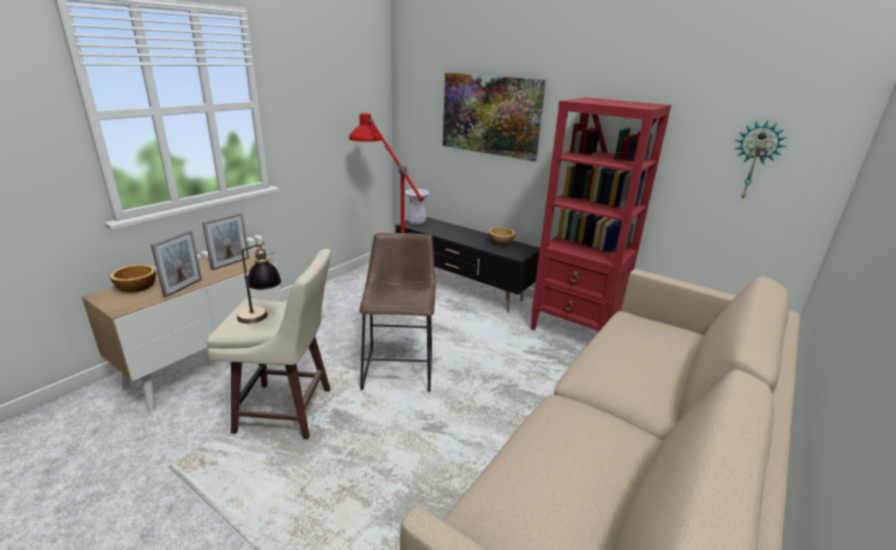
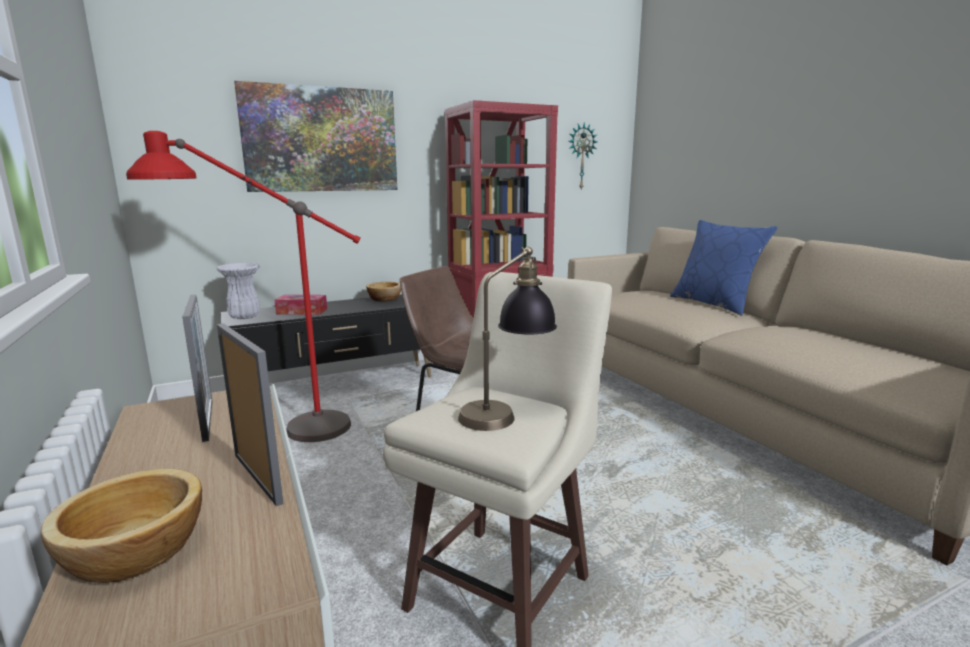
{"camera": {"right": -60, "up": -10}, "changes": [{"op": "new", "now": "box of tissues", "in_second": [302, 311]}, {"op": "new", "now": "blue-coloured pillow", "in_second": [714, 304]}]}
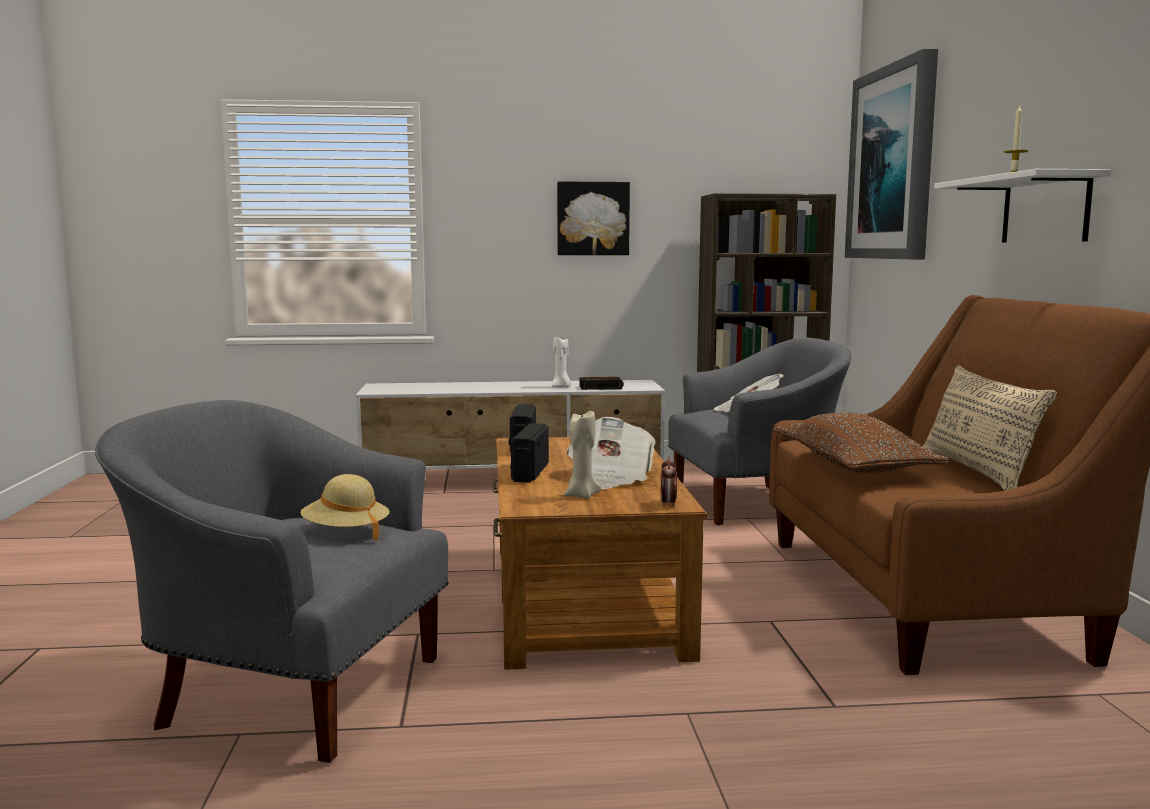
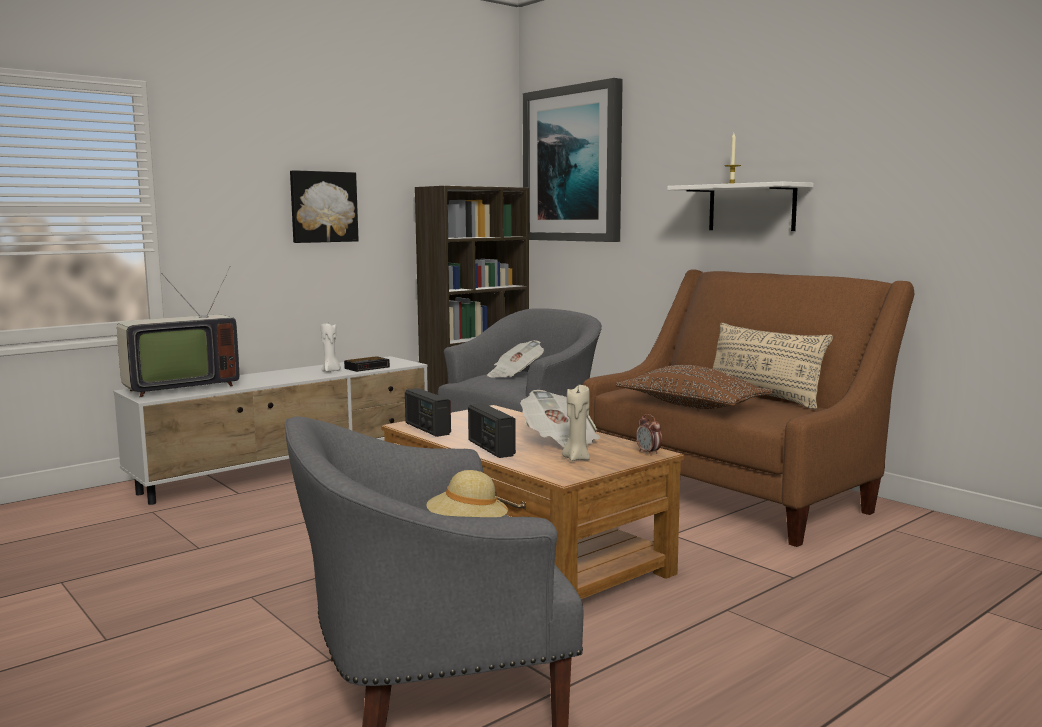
{"camera": {"right": -35, "up": 0}, "changes": [{"op": "new", "now": "television", "in_second": [178, 388]}]}
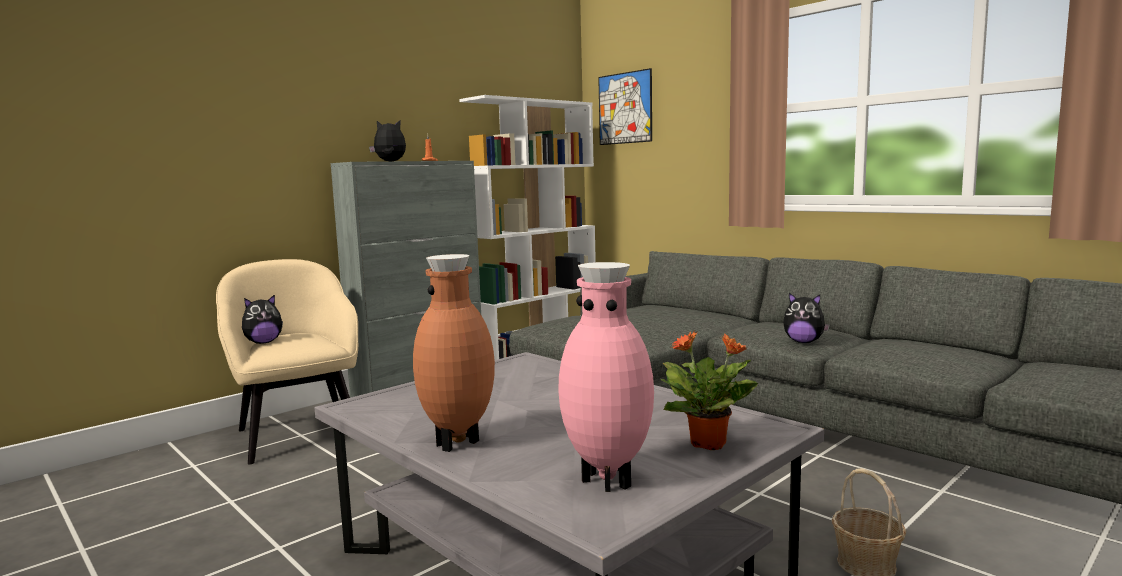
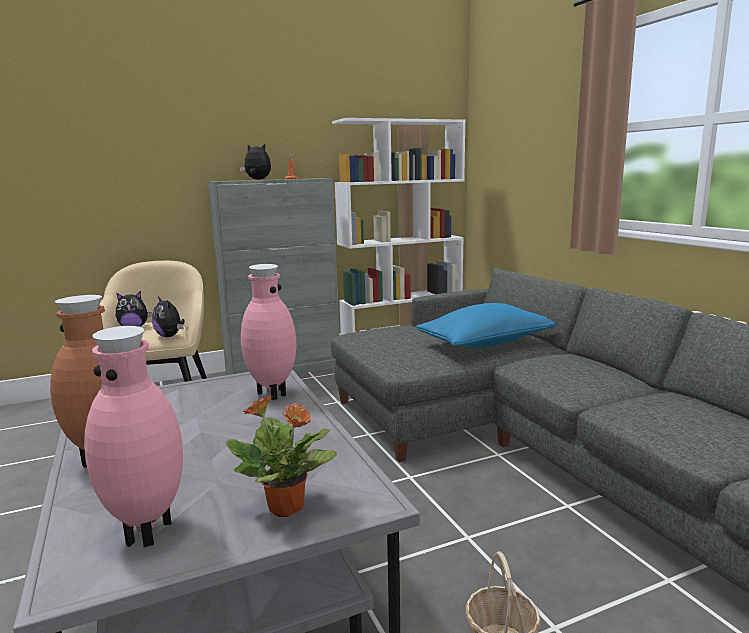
{"camera": {"right": 20, "up": 5}, "changes": [{"op": "shifted", "was": "soft toy", "in_first": [803, 342], "in_second": [170, 336]}, {"op": "new", "now": "pink-coloured vase", "in_second": [271, 394]}, {"op": "new", "now": "blue-coloured pillow", "in_second": [485, 344]}, {"op": "gone", "was": "wall art", "in_first": [625, 108]}]}
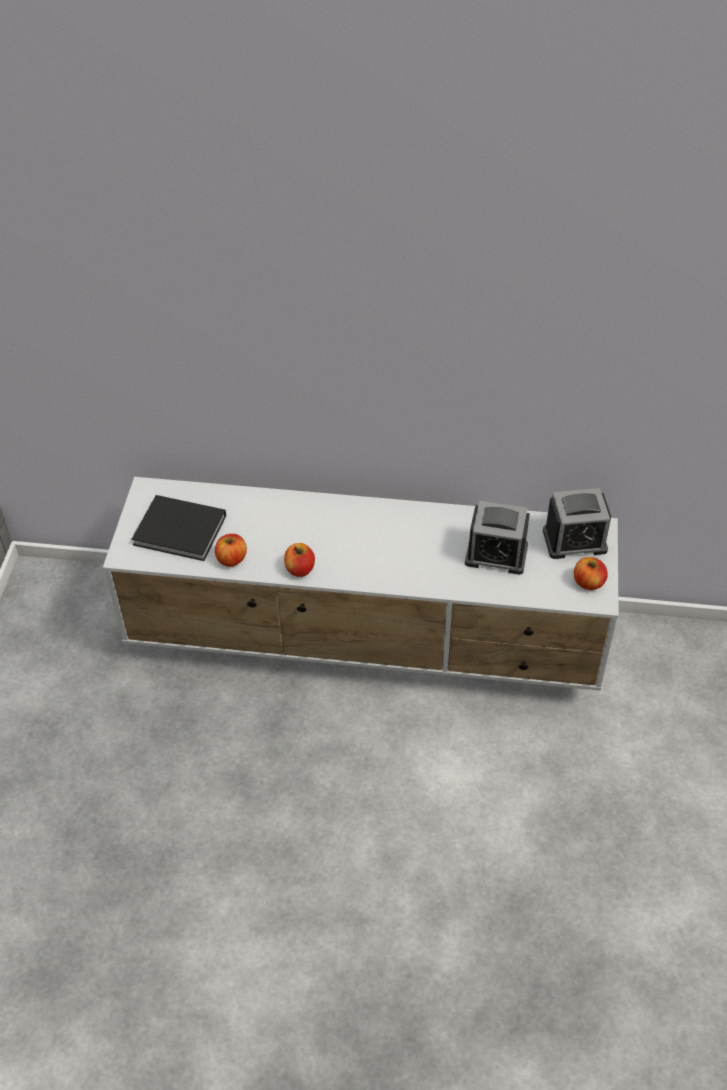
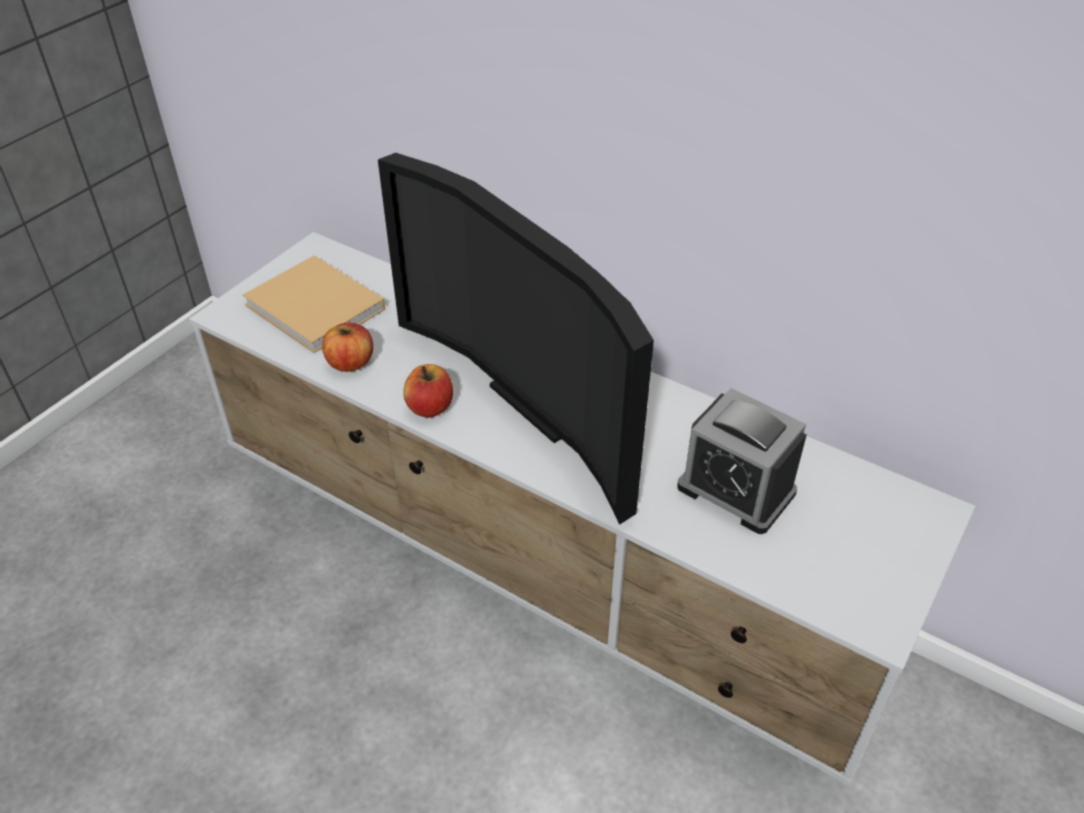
{"camera": {"right": 25, "up": -5}, "changes": [{"op": "repainted", "was": "black-coloured bound book", "now": "sand-coloured bound book", "in_first": [182, 531], "in_second": [317, 309]}, {"op": "new", "now": "television", "in_second": [543, 399]}, {"op": "gone", "was": "alarm clock", "in_first": [574, 540]}, {"op": "gone", "was": "whole apple", "in_first": [588, 582]}]}
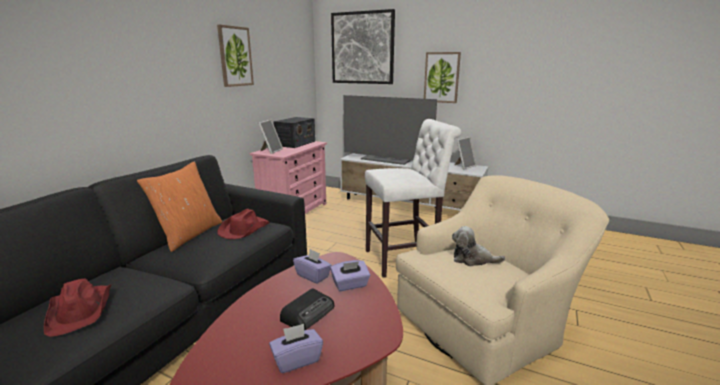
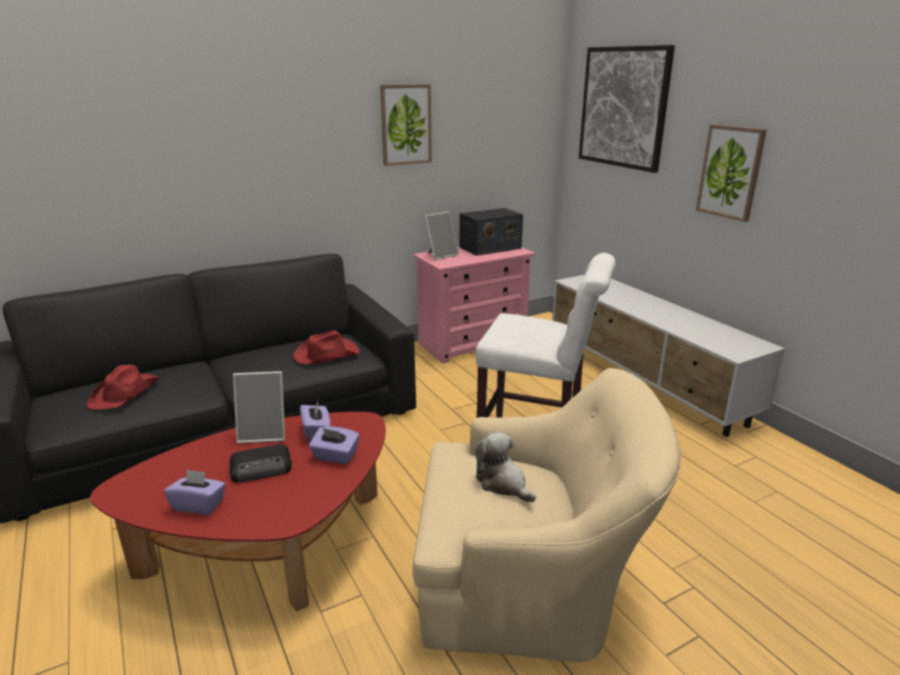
{"camera": {"right": 35, "up": 5}, "changes": [{"op": "shifted", "was": "standing frame", "in_first": [464, 166], "in_second": [264, 433]}, {"op": "gone", "was": "orange pillow", "in_first": [189, 234]}, {"op": "gone", "was": "television", "in_first": [387, 159]}]}
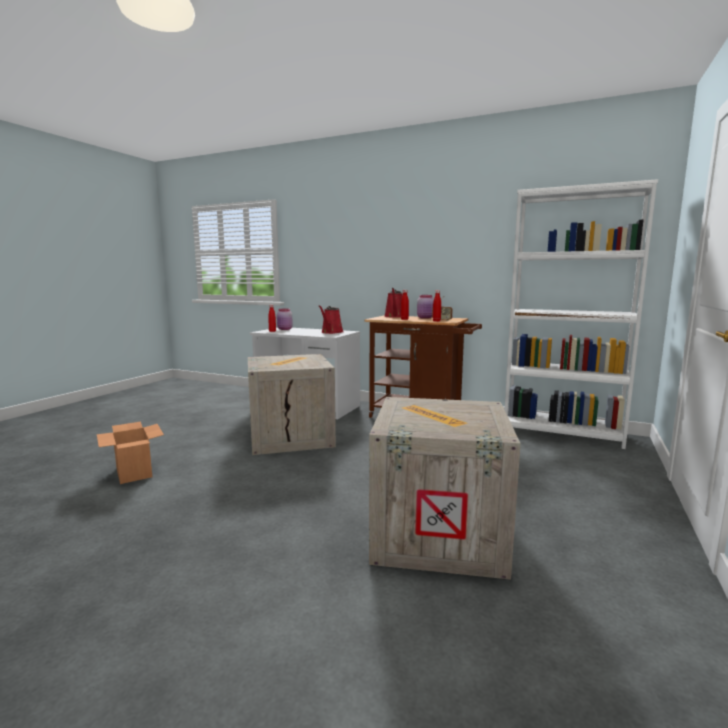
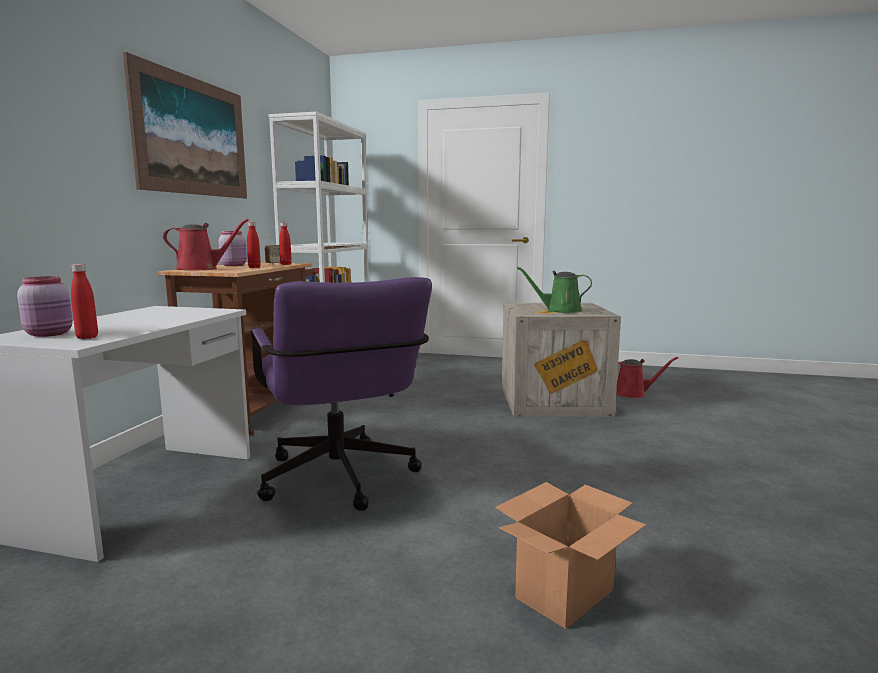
{"camera": {"right": -100, "up": 0}, "changes": [{"op": "new", "now": "wall art", "in_second": [193, 136]}, {"op": "swapped", "was": "packing crate", "now": "purple computer chair", "in_first": [289, 436], "in_second": [341, 482]}, {"op": "new", "now": "green watering pot", "in_second": [560, 310]}, {"op": "shifted", "was": "red watering pot", "in_first": [331, 332], "in_second": [633, 393]}]}
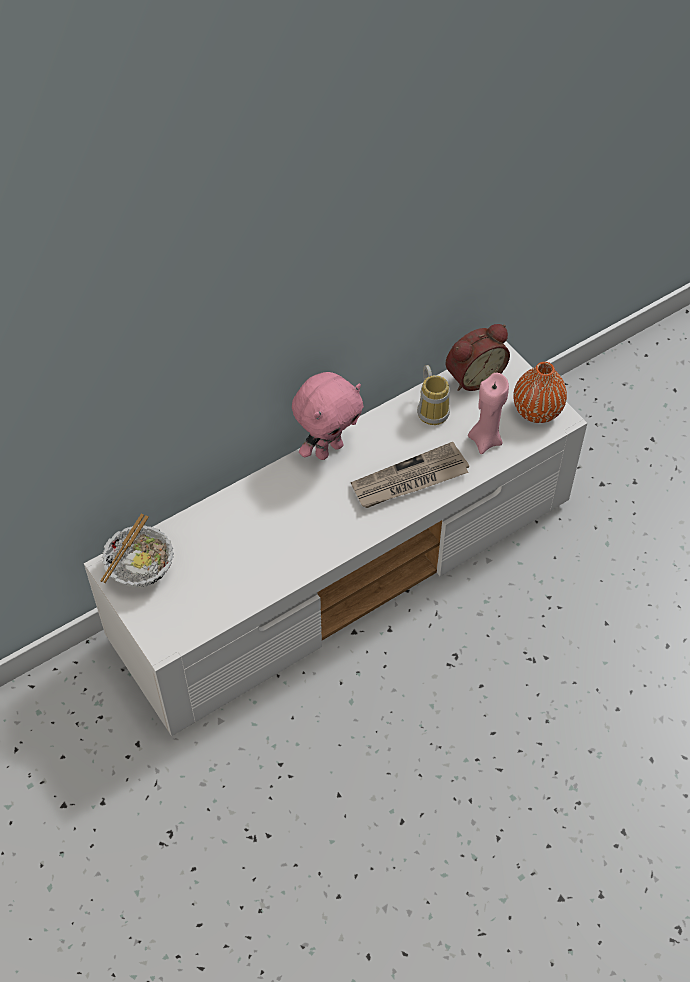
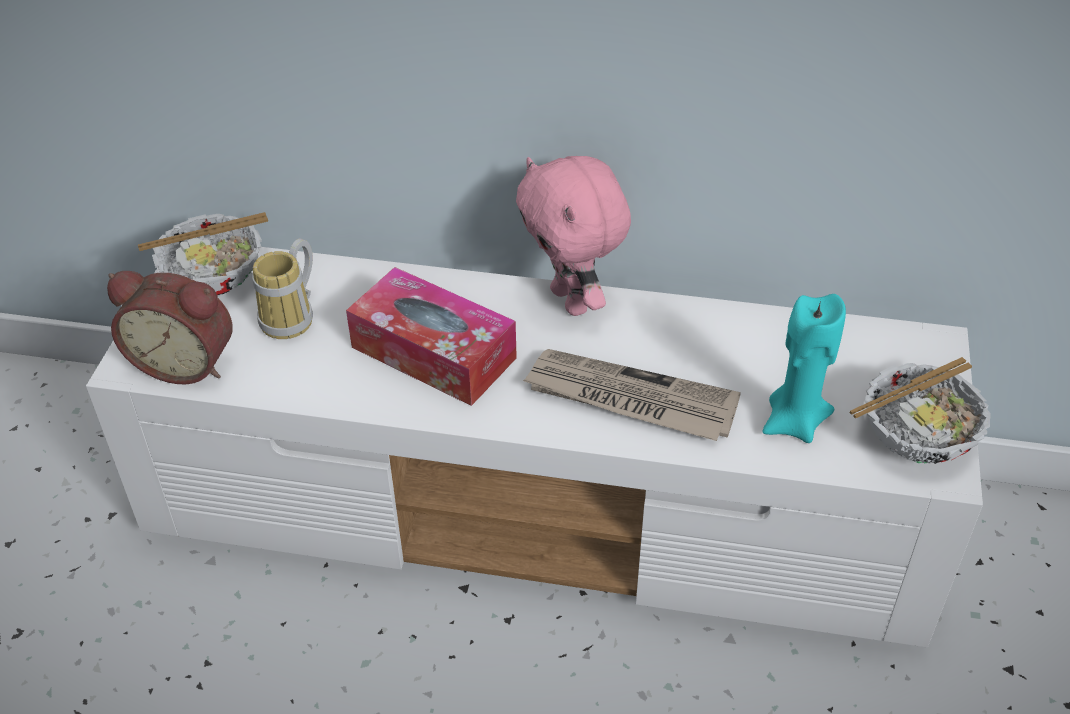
{"camera": {"right": 45, "up": -10}, "changes": [{"op": "shifted", "was": "alarm clock", "in_first": [473, 376], "in_second": [186, 362]}, {"op": "shifted", "was": "mug", "in_first": [433, 409], "in_second": [294, 318]}, {"op": "new", "now": "box of tissues", "in_second": [433, 352]}, {"op": "rotated", "was": "pink-coloured soft toy", "in_first": [328, 449], "in_second": [572, 301], "clockwise": 60}, {"op": "repainted", "was": "pink-coloured wax candle", "now": "blue-green wax candle", "in_first": [485, 439], "in_second": [794, 423]}, {"op": "swapped", "was": "orange vase", "now": "bowl", "in_first": [537, 411], "in_second": [916, 438]}]}
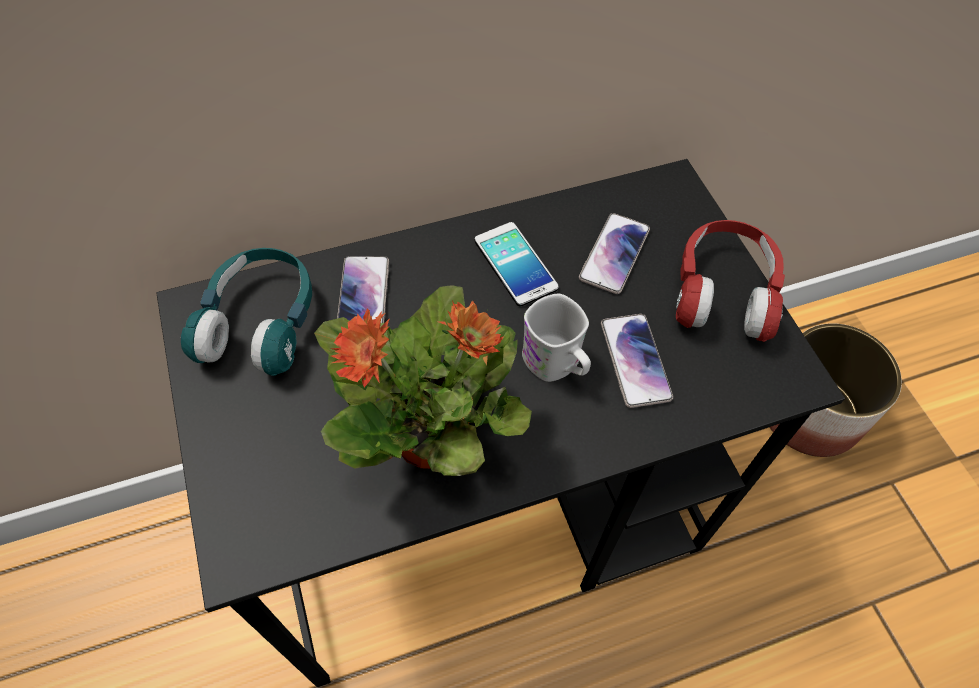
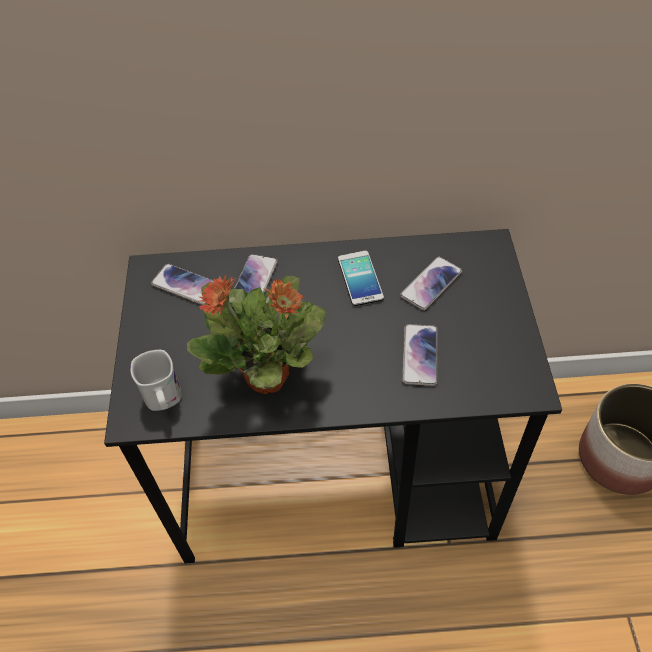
{"camera": {"right": 20, "up": -5}, "changes": [{"op": "shifted", "was": "white mug", "in_first": [556, 365], "in_second": [164, 400]}, {"op": "swapped", "was": "blue-green headset", "now": "telephone", "in_first": [261, 322], "in_second": [186, 285]}, {"op": "gone", "was": "red headset", "in_first": [724, 292]}]}
